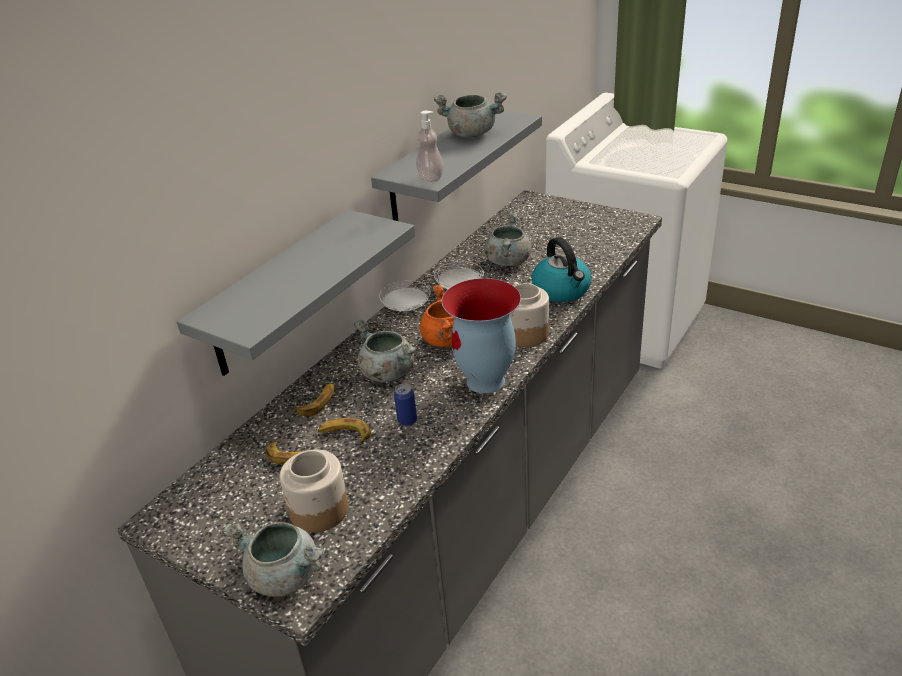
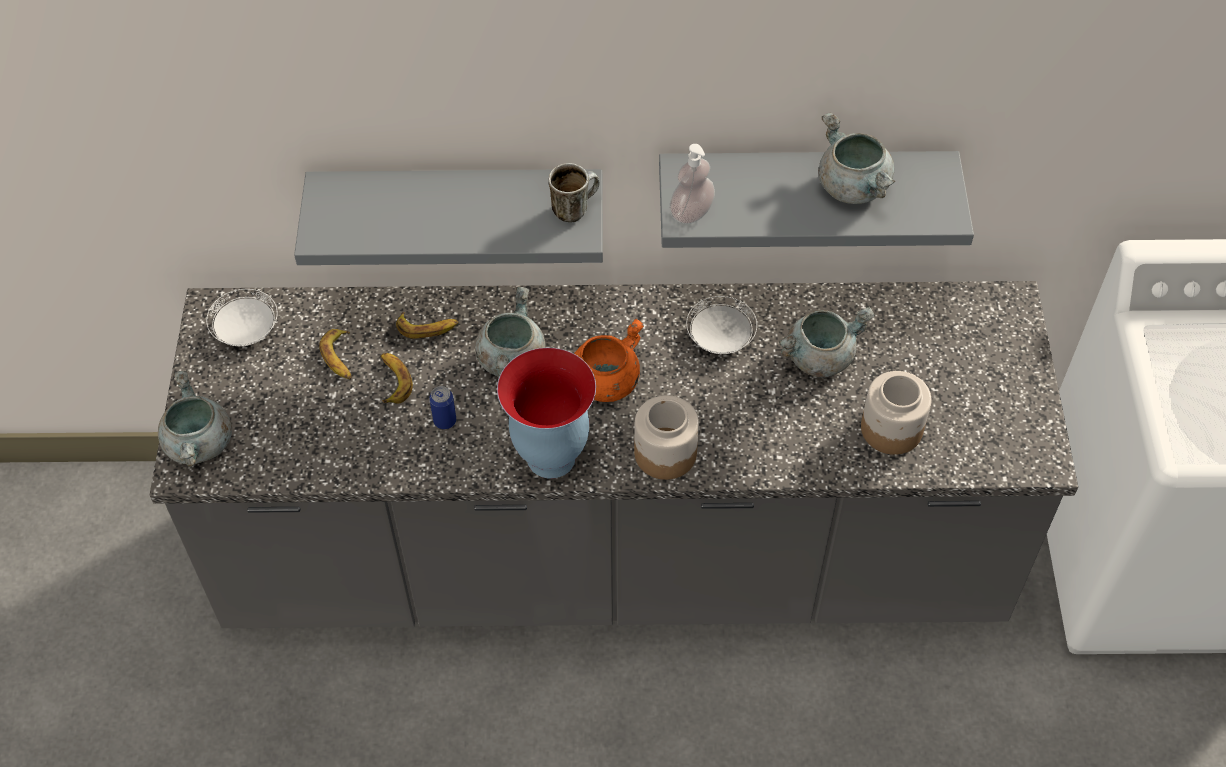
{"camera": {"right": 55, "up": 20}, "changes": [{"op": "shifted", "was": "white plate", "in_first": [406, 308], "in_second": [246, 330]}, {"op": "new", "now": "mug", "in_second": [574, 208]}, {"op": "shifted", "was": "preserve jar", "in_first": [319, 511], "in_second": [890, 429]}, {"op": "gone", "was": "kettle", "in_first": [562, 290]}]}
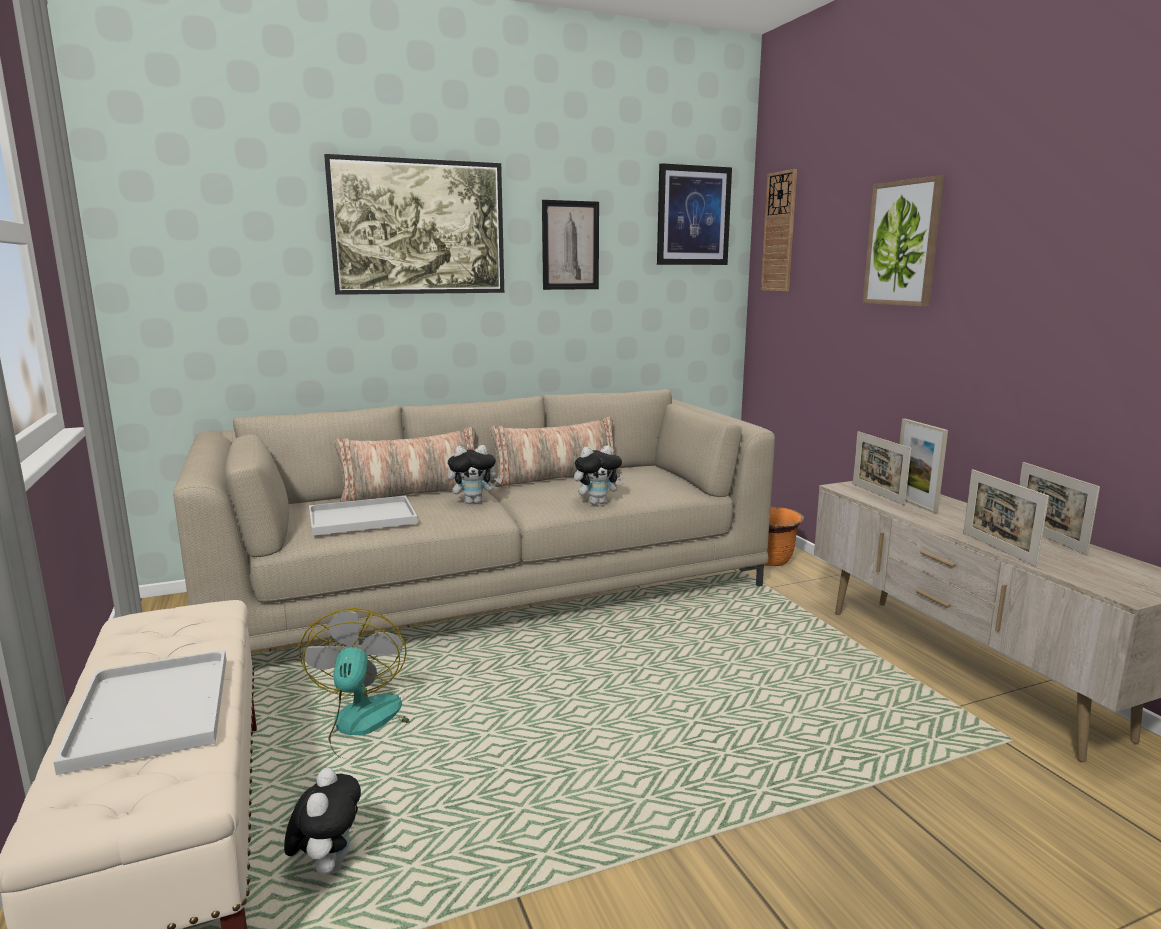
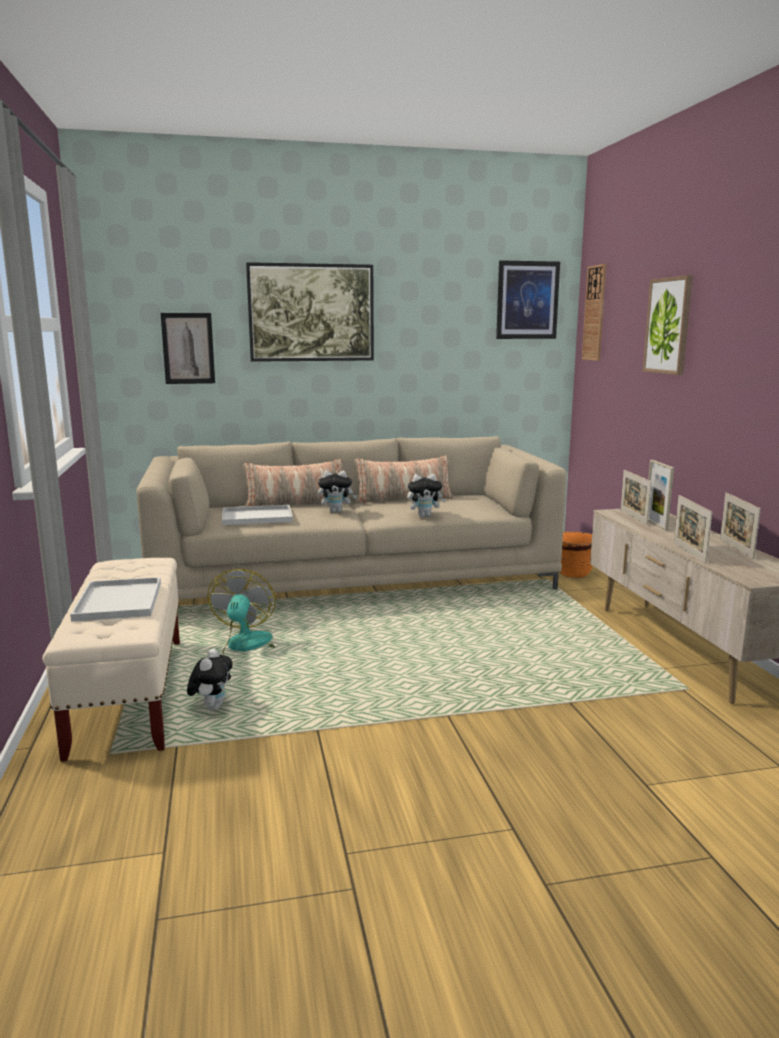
{"camera": {"right": 10, "up": 0}, "changes": [{"op": "shifted", "was": "wall art", "in_first": [570, 245], "in_second": [188, 348]}]}
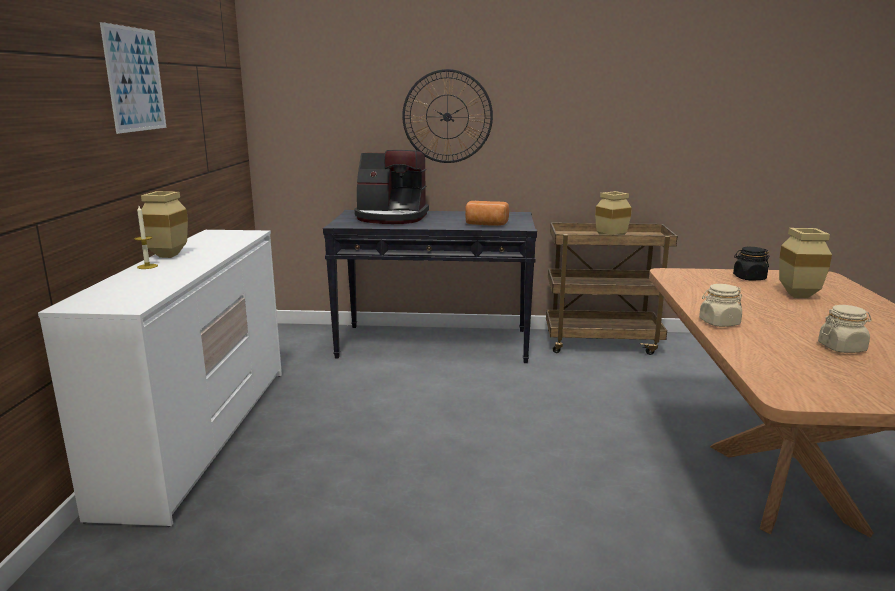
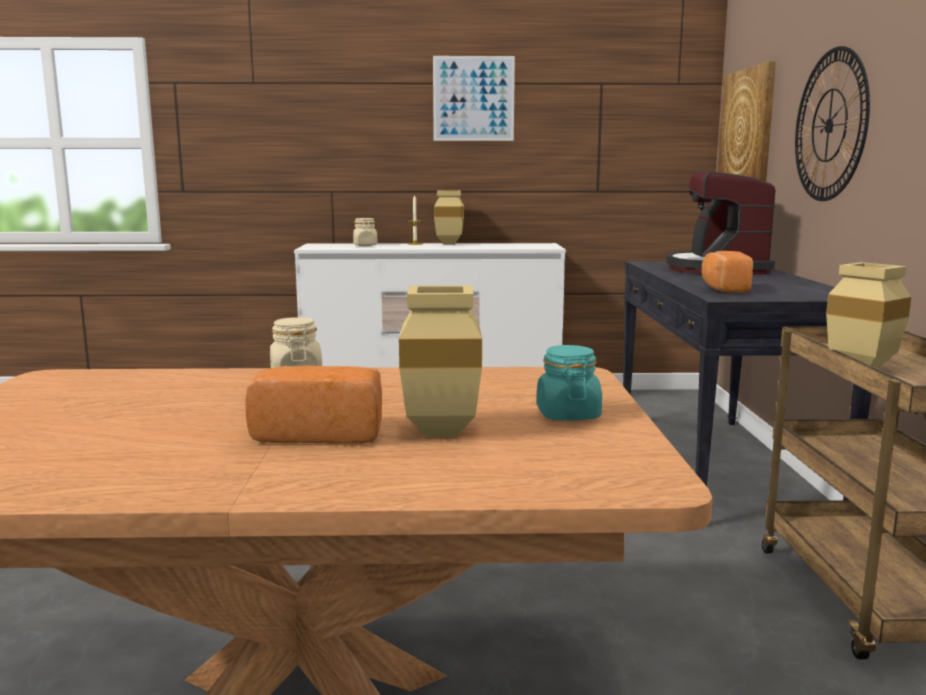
{"camera": {"right": 85, "up": -5}, "changes": [{"op": "new", "now": "bakery bread", "in_second": [320, 433]}, {"op": "shifted", "was": "sand-coloured preserve jar", "in_first": [842, 348], "in_second": [365, 245]}, {"op": "repainted", "was": "black-coloured preserve jar", "now": "blue-green preserve jar", "in_first": [749, 278], "in_second": [567, 415]}, {"op": "new", "now": "wall art", "in_second": [747, 131]}]}
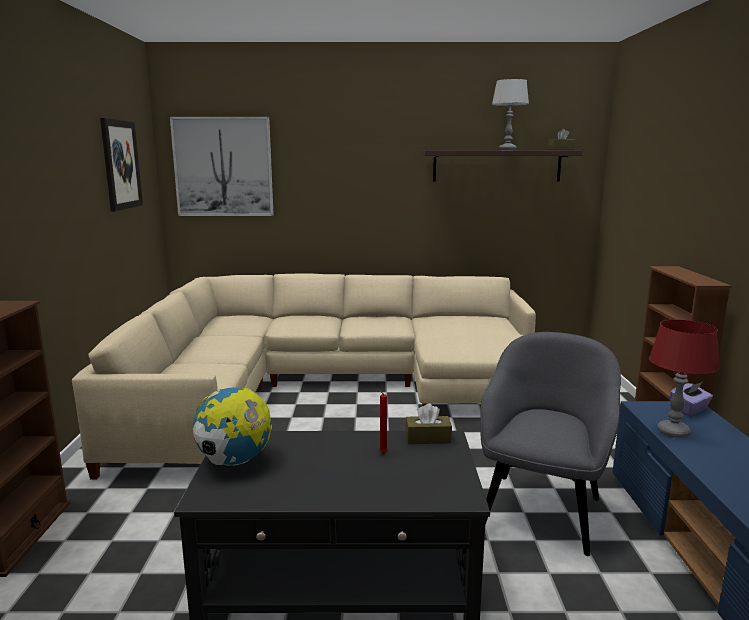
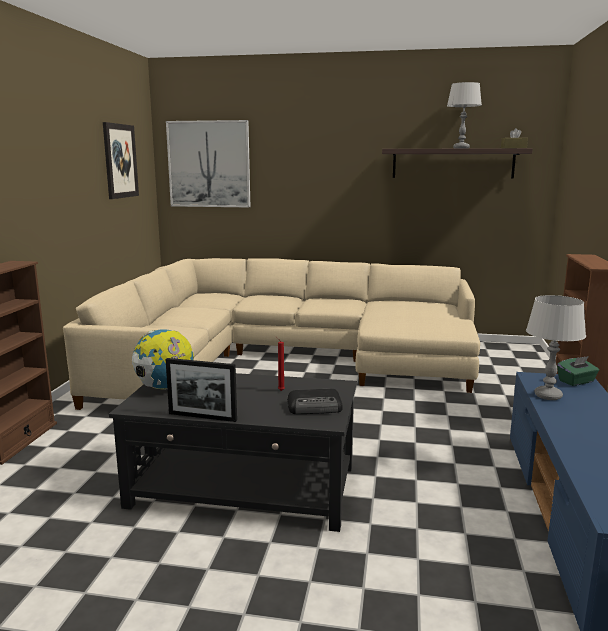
{"camera": {"right": 10, "up": 0}, "changes": [{"op": "new", "now": "standing frame", "in_second": [202, 417]}, {"op": "new", "now": "radio", "in_second": [315, 407]}, {"op": "repainted", "was": "red lamp for a table", "now": "gray lamp for a table", "in_first": [673, 432], "in_second": [548, 396]}, {"op": "repainted", "was": "purple box of tissues", "now": "green box of tissues", "in_first": [689, 410], "in_second": [576, 381]}, {"op": "gone", "was": "brownish box of tissues", "in_first": [428, 438]}, {"op": "gone", "was": "gray armchair", "in_first": [542, 510]}]}
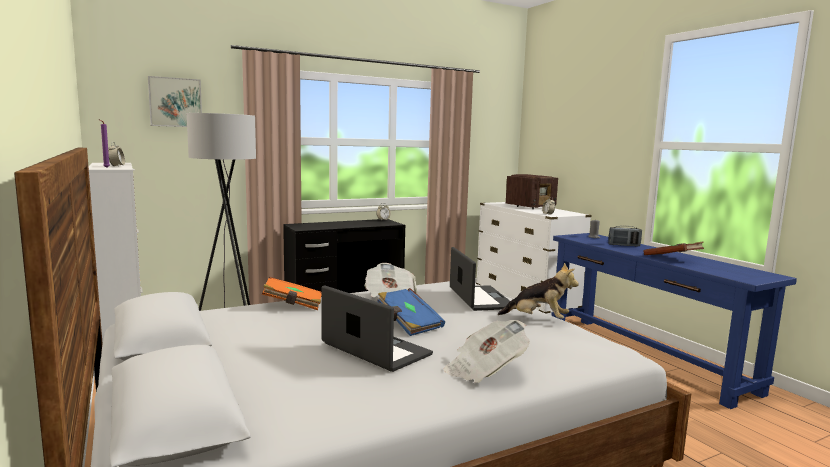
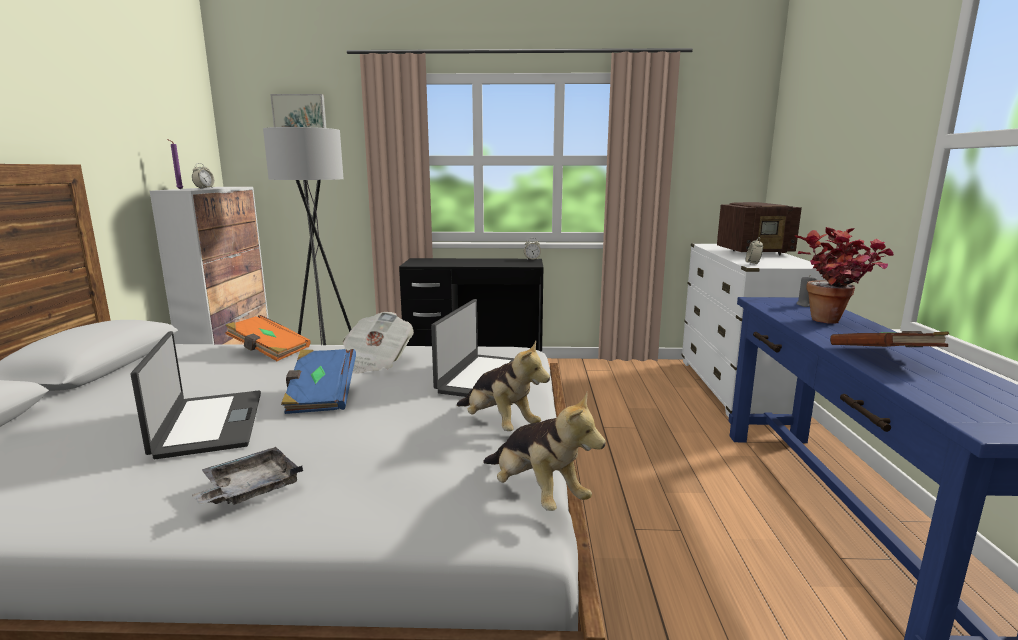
{"camera": {"right": 30, "up": 5}, "changes": [{"op": "swapped", "was": "printed paper", "now": "gray serving tray", "in_first": [484, 370], "in_second": [250, 489]}, {"op": "new", "now": "soft toy", "in_second": [536, 494]}, {"op": "swapped", "was": "radio", "now": "plant in a pot", "in_first": [624, 245], "in_second": [833, 323]}]}
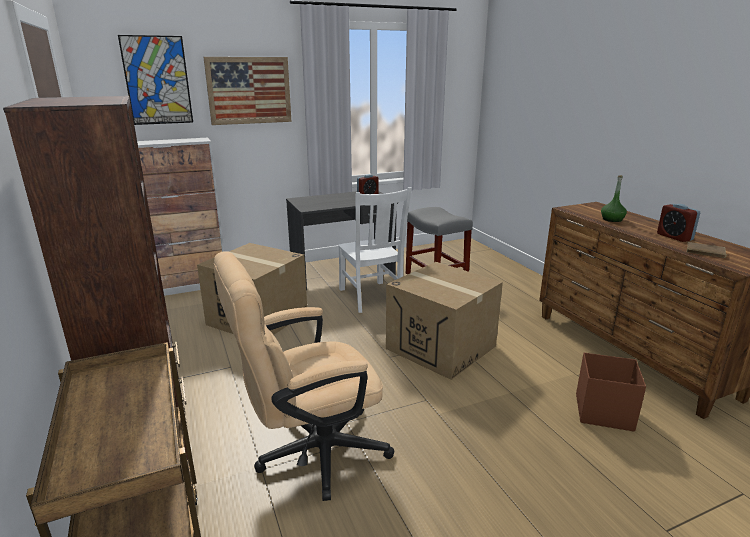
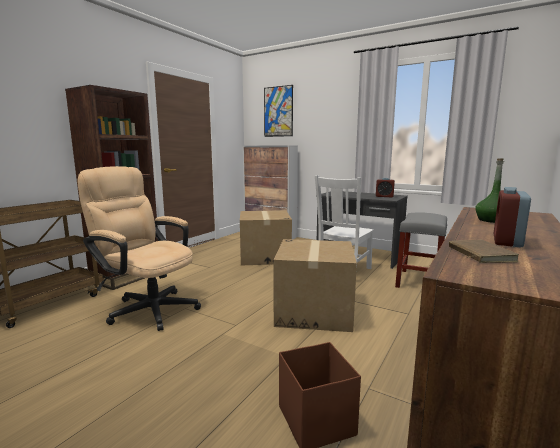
{"camera": {"right": 55, "up": -10}, "changes": [{"op": "gone", "was": "wall art", "in_first": [249, 90]}]}
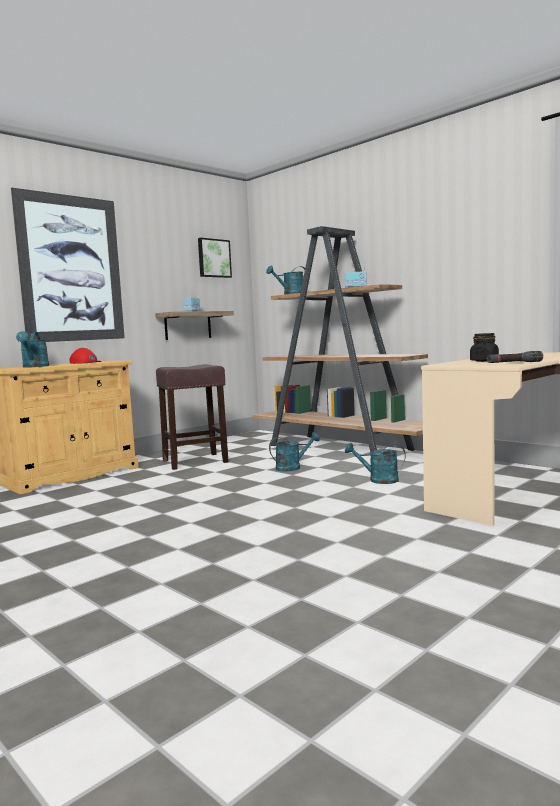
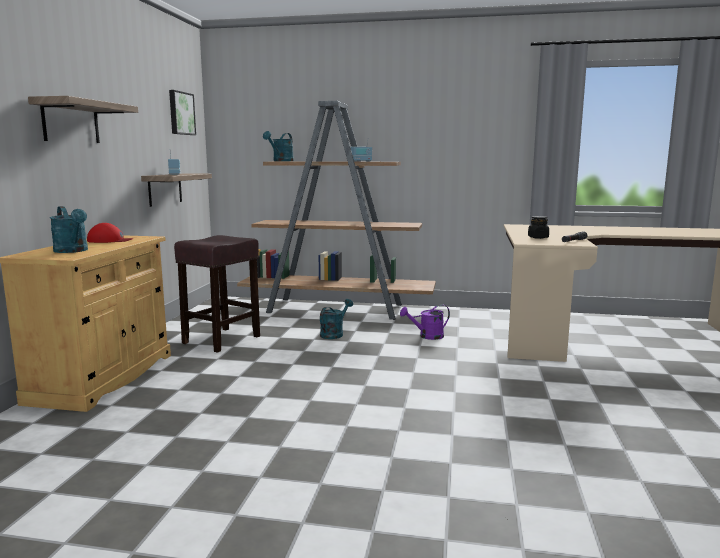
{"camera": {"right": -35, "up": 5}, "changes": [{"op": "swapped", "was": "wall art", "now": "bracket shelf", "in_first": [71, 268], "in_second": [71, 122]}, {"op": "repainted", "was": "blue-green watering pot", "now": "purple watering pot", "in_first": [378, 480], "in_second": [427, 336]}]}
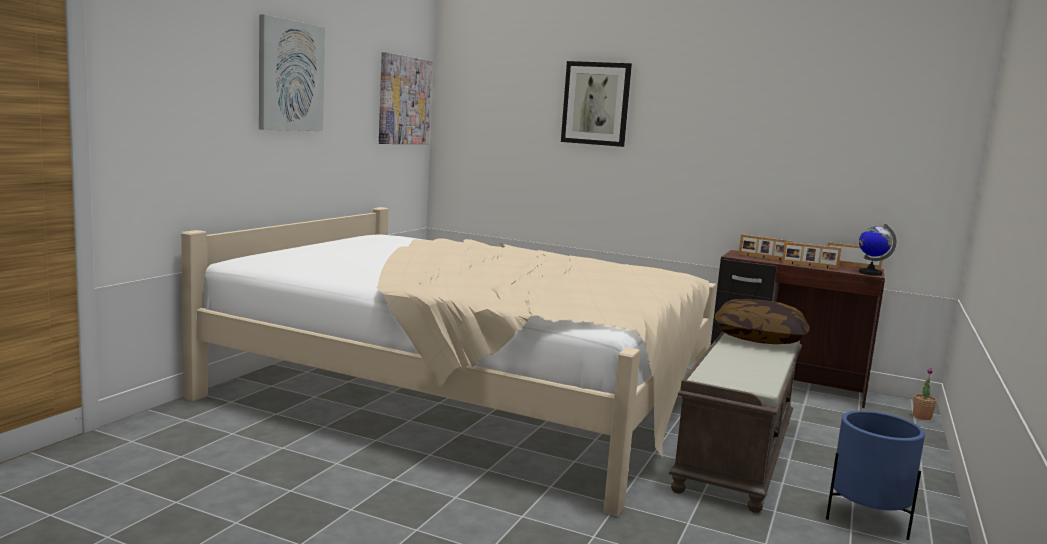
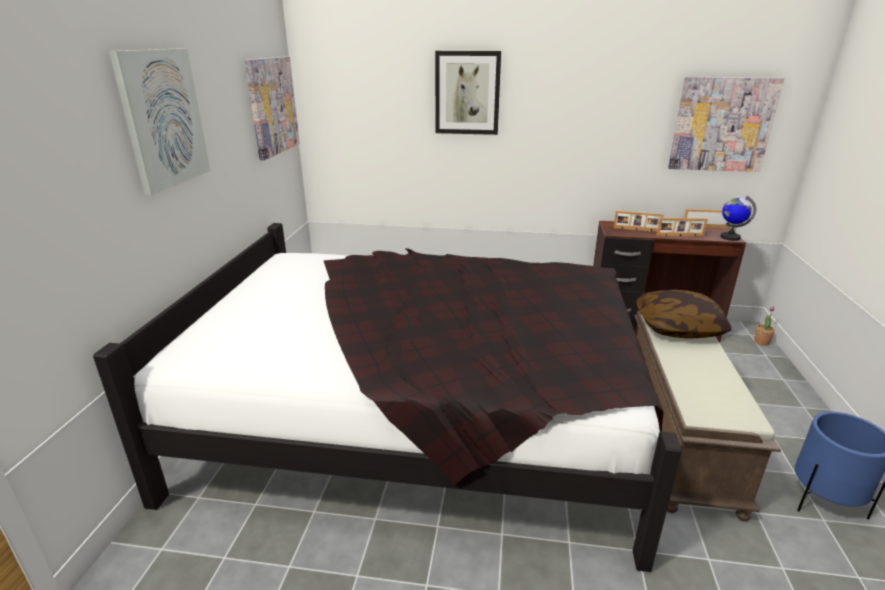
{"camera": {"right": -15, "up": 15}, "changes": [{"op": "repainted", "was": "sand-coloured bed", "now": "black-coloured bed", "in_first": [467, 396], "in_second": [420, 416]}, {"op": "new", "now": "wall art", "in_second": [722, 124]}]}
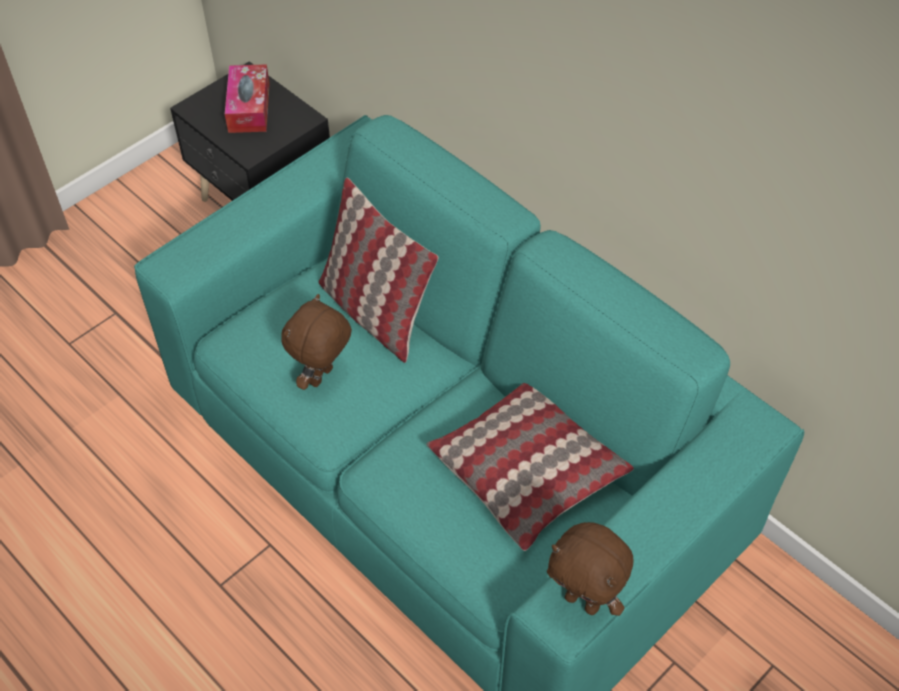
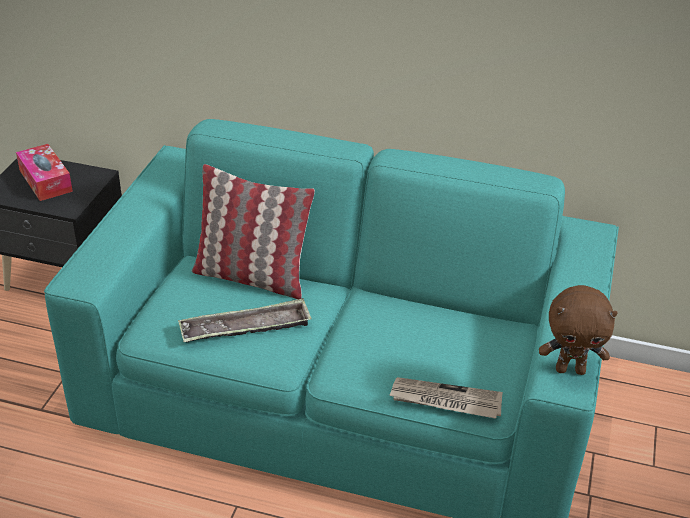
{"camera": {"right": -30, "up": -15}, "changes": [{"op": "swapped", "was": "brownish soft toy", "now": "serving tray", "in_first": [322, 377], "in_second": [246, 328]}, {"op": "new", "now": "printed paper", "in_second": [445, 401]}, {"op": "gone", "was": "pillow", "in_first": [528, 469]}]}
